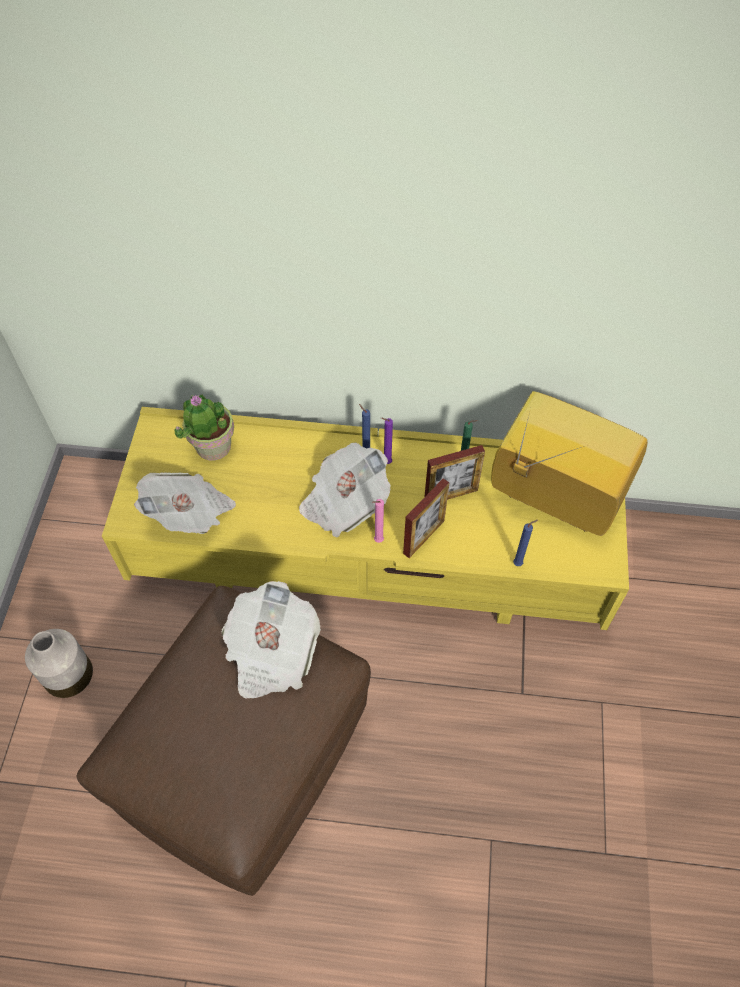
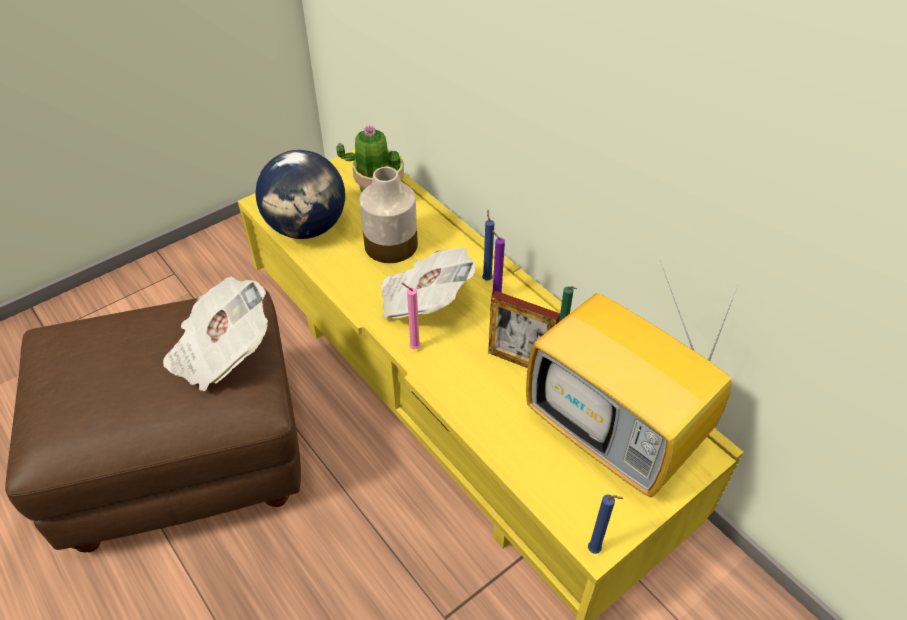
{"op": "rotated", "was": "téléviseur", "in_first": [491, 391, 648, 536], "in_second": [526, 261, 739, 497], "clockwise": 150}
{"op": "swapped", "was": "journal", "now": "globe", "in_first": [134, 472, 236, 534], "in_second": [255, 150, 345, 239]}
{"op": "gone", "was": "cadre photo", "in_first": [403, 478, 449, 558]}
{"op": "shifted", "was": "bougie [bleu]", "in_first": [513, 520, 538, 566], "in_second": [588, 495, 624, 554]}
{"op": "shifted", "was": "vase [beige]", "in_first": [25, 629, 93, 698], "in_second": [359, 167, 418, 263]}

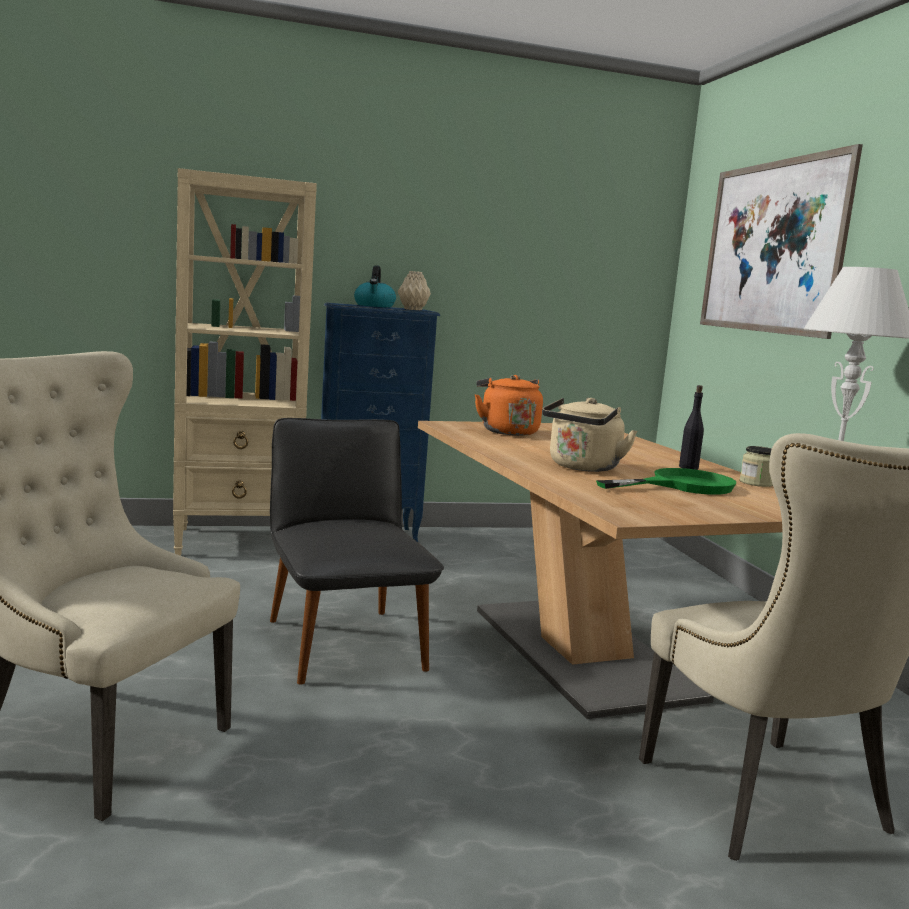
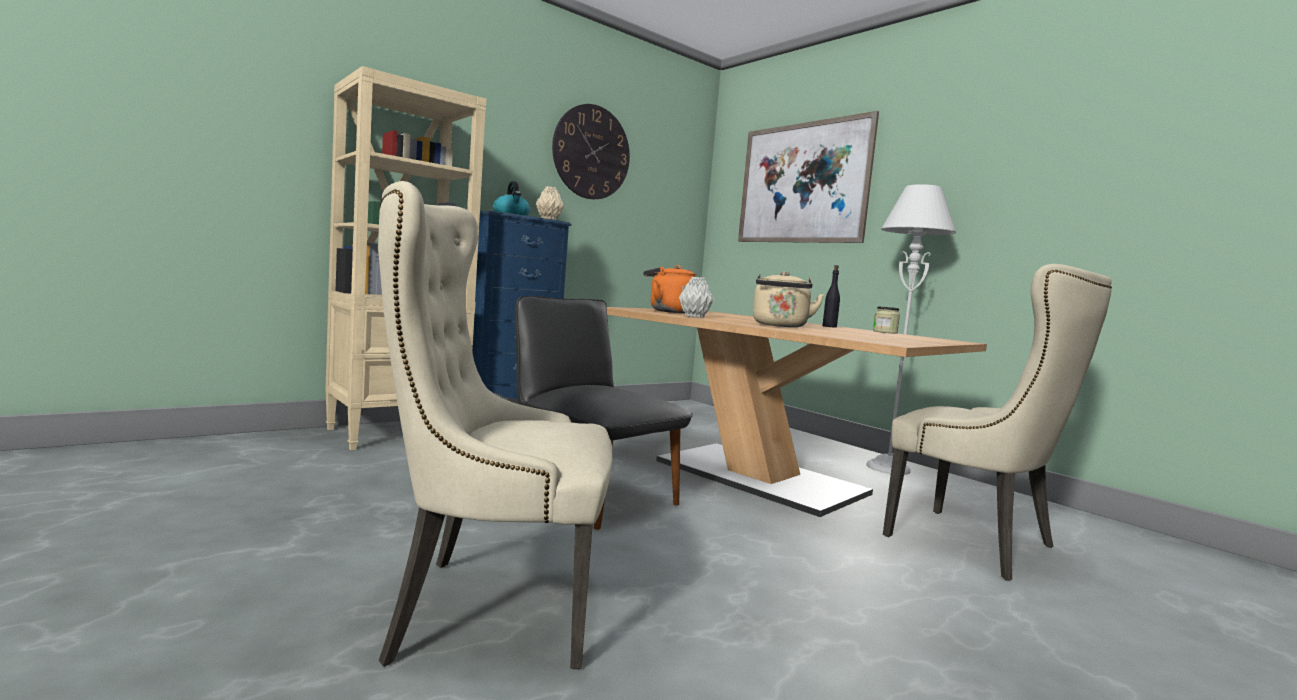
{"op": "gone", "was": "poêle [vert]", "in_first": [596, 468, 736, 495]}
{"op": "new", "now": "horloge murale", "in_second": [552, 104, 630, 199]}
{"op": "new", "now": "vase [gris]", "in_second": [679, 277, 714, 318]}

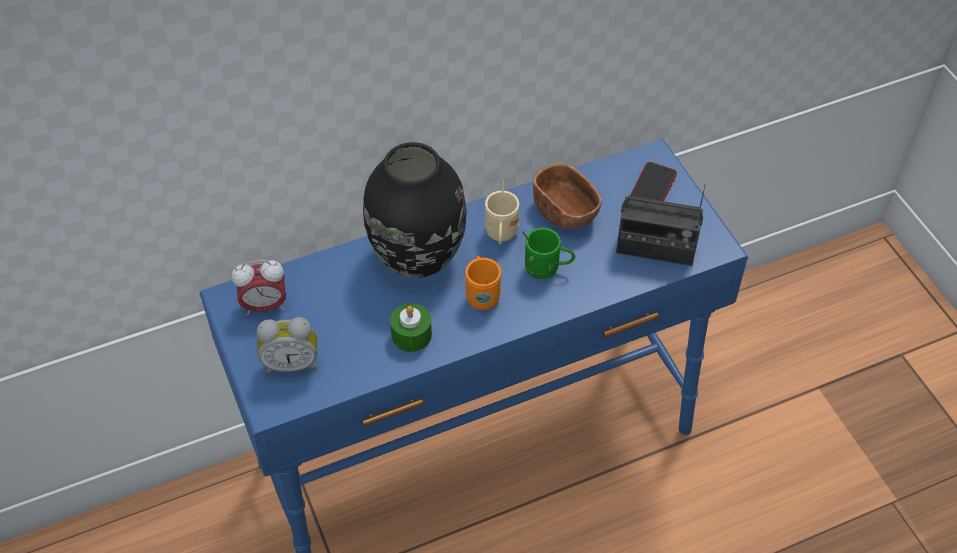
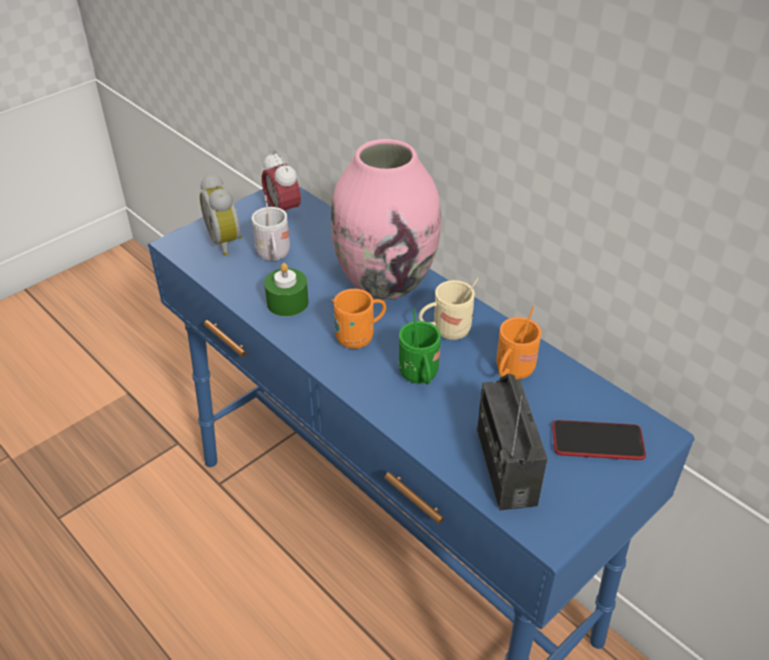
{"op": "repainted", "was": "vase [noir]", "now": "vase [rose]", "in_first": [363, 142, 467, 278], "in_second": [331, 139, 441, 300]}
{"op": "swapped", "was": "bol [marron]", "now": "mug [orange]", "in_first": [533, 163, 602, 229], "in_second": [496, 306, 542, 379]}
{"op": "new", "now": "mug [blanc]", "in_second": [252, 195, 290, 261]}

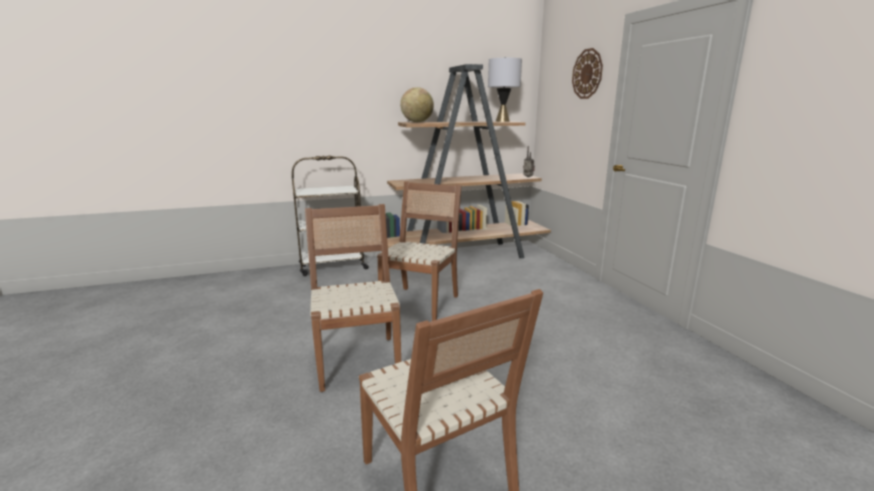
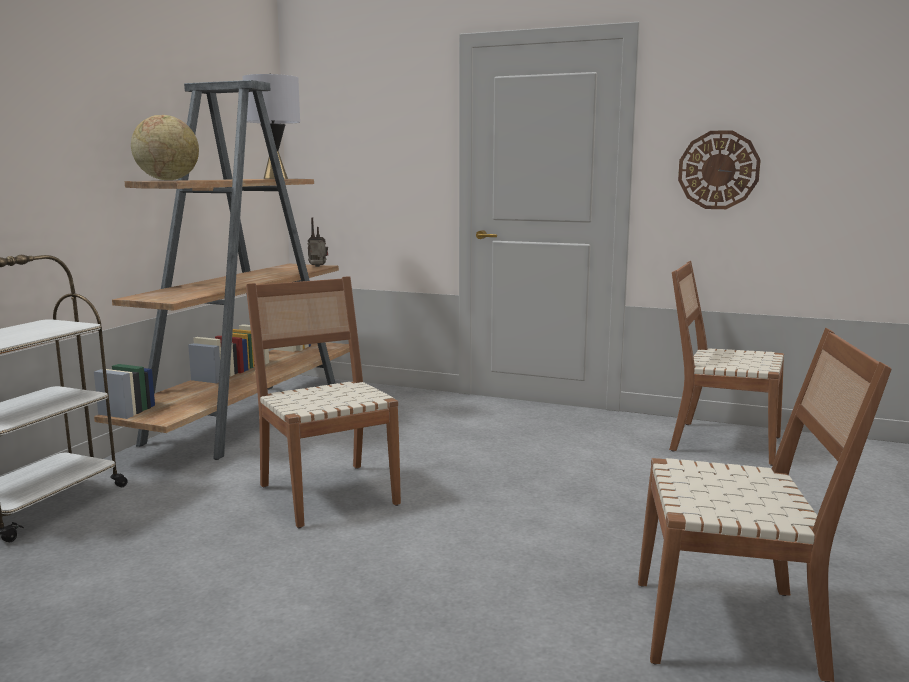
{"op": "shifted", "was": "horloge murale", "in_first": [572, 48, 603, 99], "in_second": [678, 130, 761, 209]}
{"op": "shifted", "was": "chaise", "in_first": [305, 204, 401, 392], "in_second": [669, 261, 784, 466]}

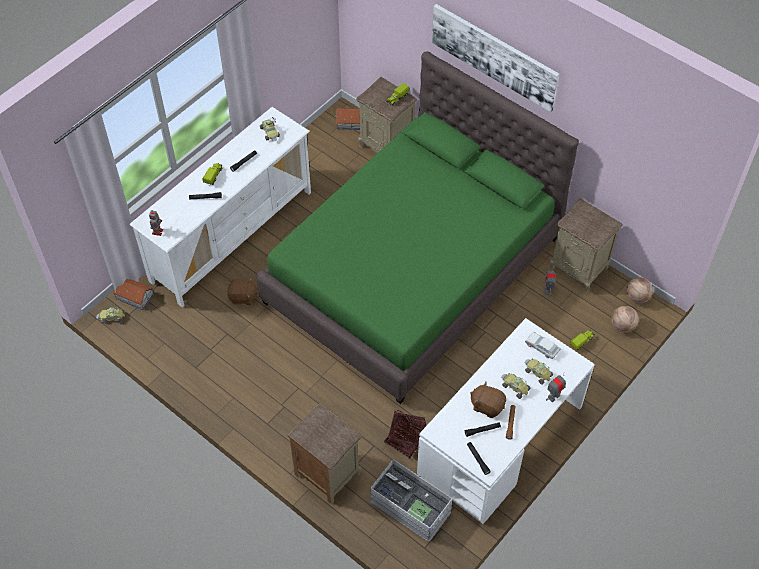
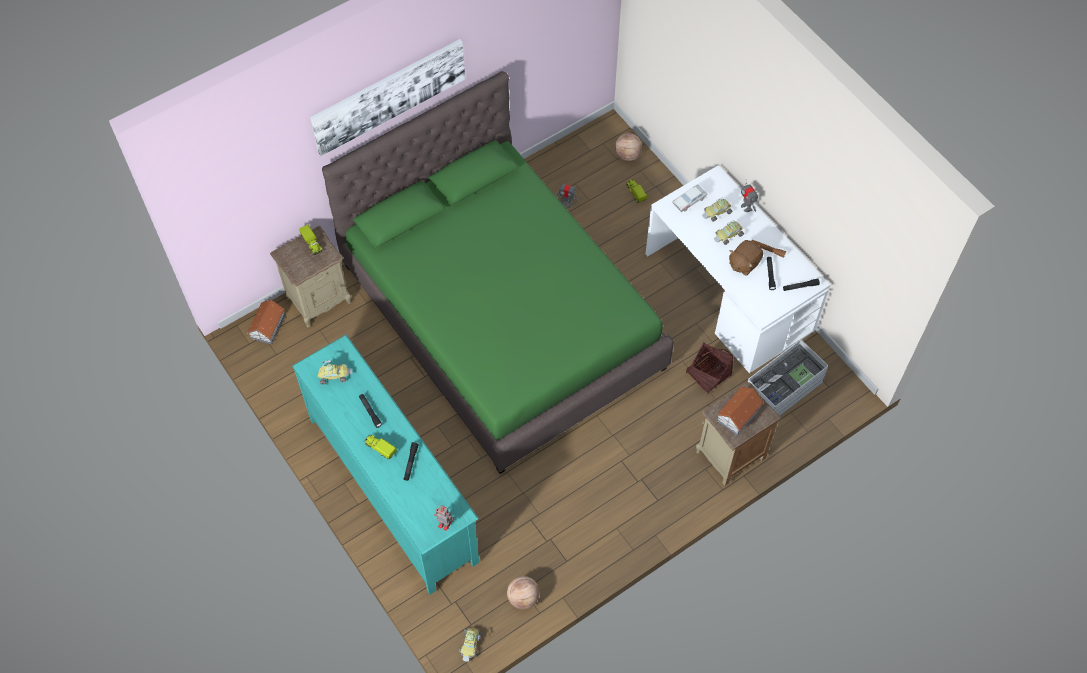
{"op": "repainted", "was": "commode [blanc]", "now": "commode [turquoise]", "in_first": [130, 107, 311, 307], "in_second": [292, 335, 479, 595]}
{"op": "gone", "was": "table de chevet [beige]", "in_first": [550, 198, 623, 293]}
{"op": "gone", "was": "peluche [marron]", "in_first": [227, 277, 259, 305]}
{"op": "shifted", "was": "ballon de basket", "in_first": [626, 277, 653, 304], "in_second": [507, 576, 540, 609]}
{"op": "shifted", "was": "maison miniature", "in_first": [113, 279, 154, 310], "in_second": [717, 387, 764, 435]}

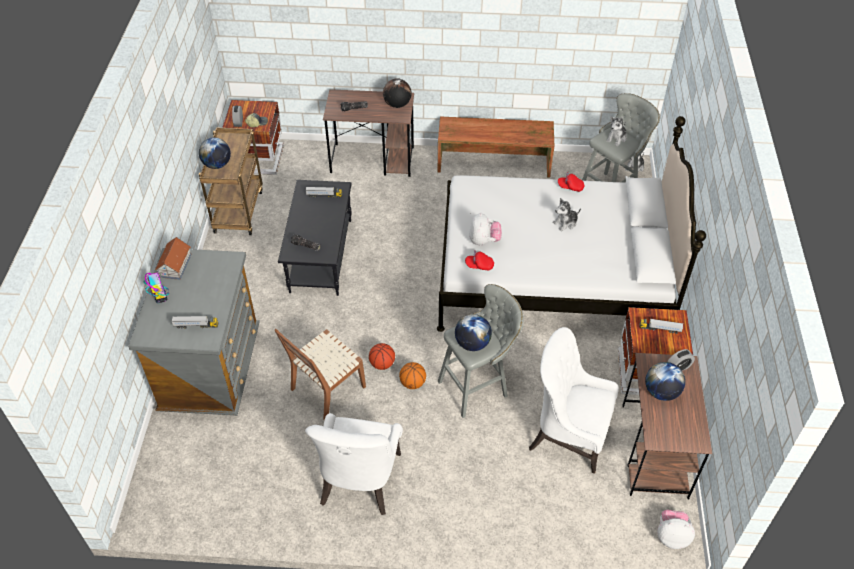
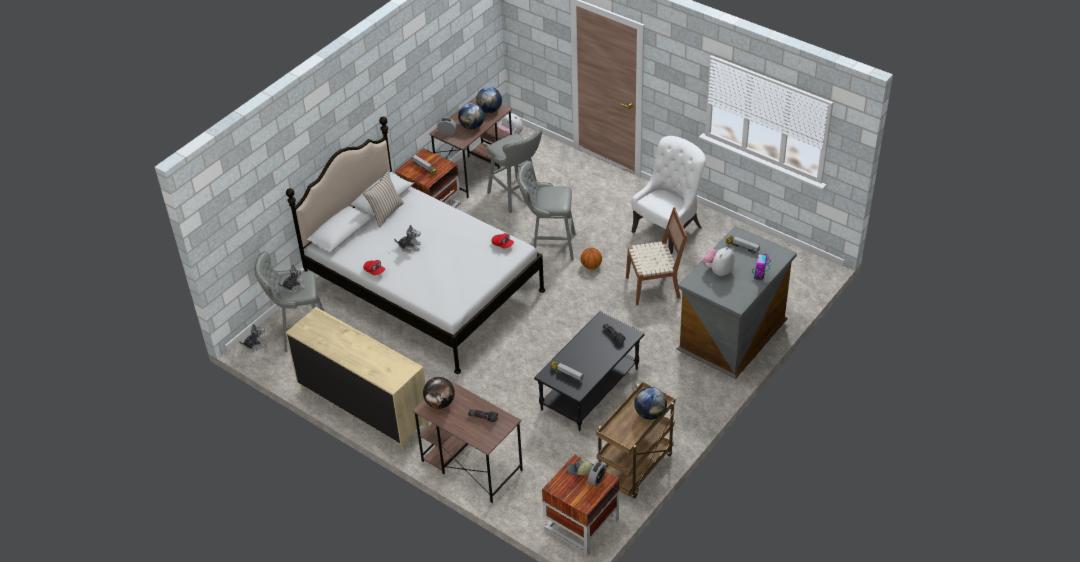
{"op": "swapped", "was": "banc [marron]", "now": "commode [beige]", "in_first": [438, 117, 554, 178], "in_second": [286, 307, 429, 451]}
{"op": "shifted", "was": "peluche", "in_first": [469, 212, 502, 246], "in_second": [703, 247, 735, 276]}
{"op": "gone", "was": "maison miniature", "in_first": [155, 237, 192, 280]}
{"op": "shifted", "was": "globe", "in_first": [455, 314, 492, 351], "in_second": [476, 87, 502, 113]}
{"op": "swapped", "was": "chaise [blanc]", "now": "tabouret [gris]", "in_first": [529, 327, 619, 474], "in_second": [487, 128, 542, 213]}
{"op": "gone", "was": "ballon de basket", "in_first": [369, 343, 395, 370]}
{"op": "new", "now": "coussin [beige]", "in_second": [363, 170, 404, 228]}

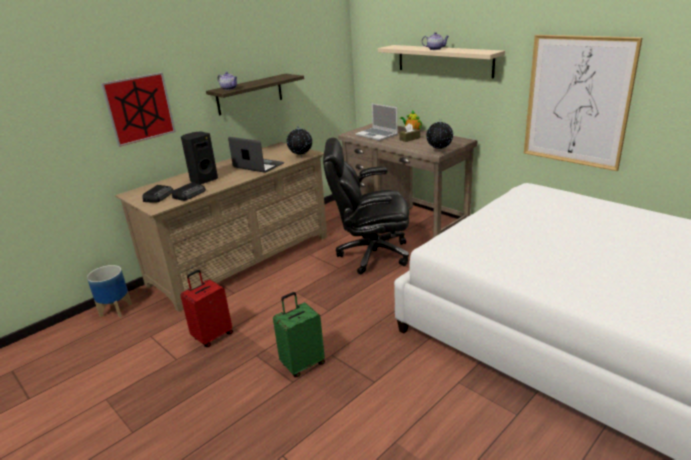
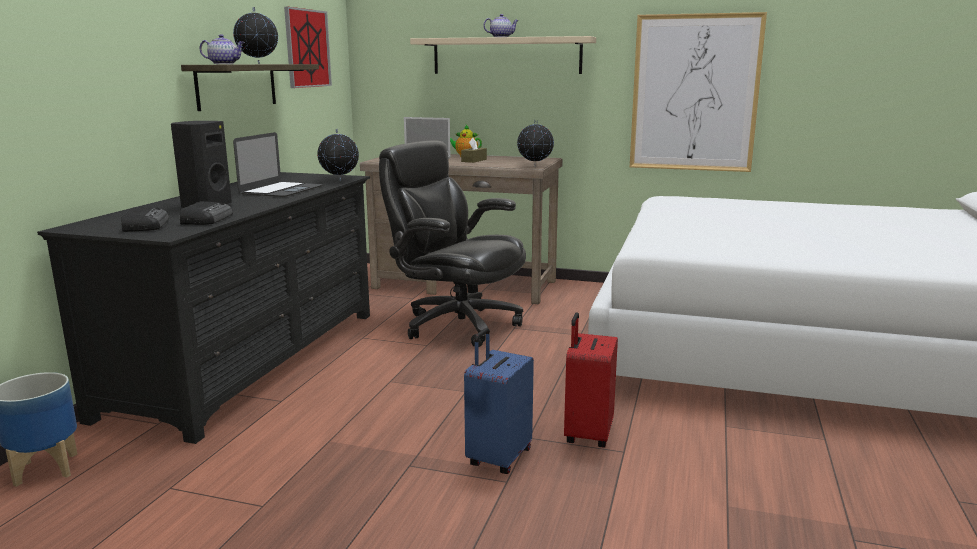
{"op": "shifted", "was": "tableau", "in_first": [101, 72, 176, 147], "in_second": [284, 7, 332, 88]}
{"op": "rotated", "was": "ordinateur portable", "in_first": [228, 137, 284, 173], "in_second": [233, 132, 323, 197], "clockwise": 105}
{"op": "rotated", "was": "chaise de bureau [noir]", "in_first": [323, 138, 409, 274], "in_second": [379, 140, 526, 347], "clockwise": 60}
{"op": "repainted", "was": "commode [beige]", "now": "commode [noir]", "in_first": [115, 142, 327, 312], "in_second": [37, 172, 370, 444]}
{"op": "shifted", "was": "valise [rouge]", "in_first": [180, 270, 233, 347], "in_second": [564, 312, 618, 447]}
{"op": "repainted", "was": "valise [vert]", "now": "valise [bleu]", "in_first": [273, 292, 325, 377], "in_second": [464, 328, 534, 474]}
{"op": "new", "now": "globe", "in_second": [233, 7, 279, 64]}

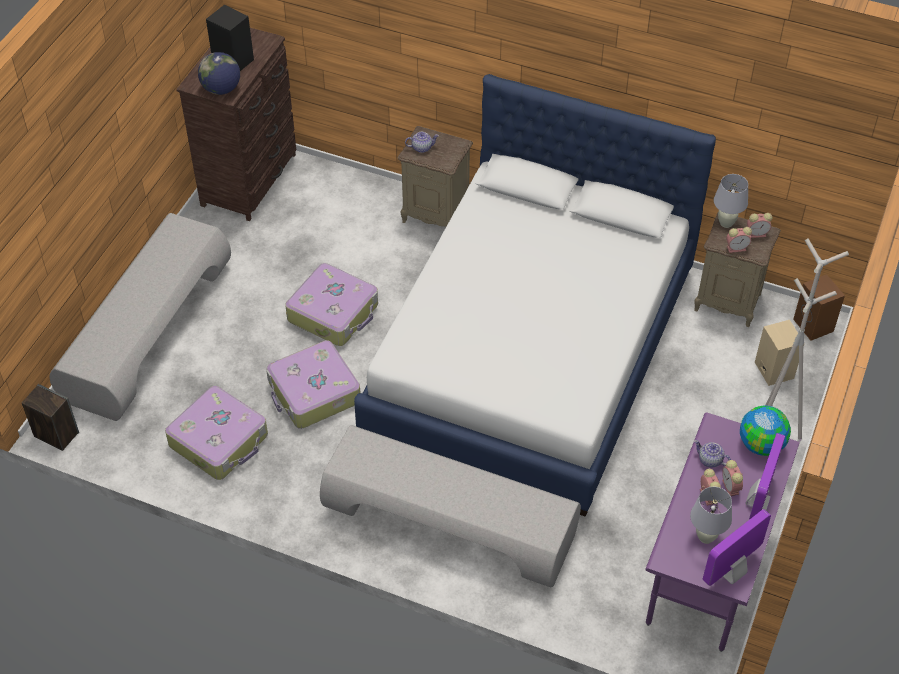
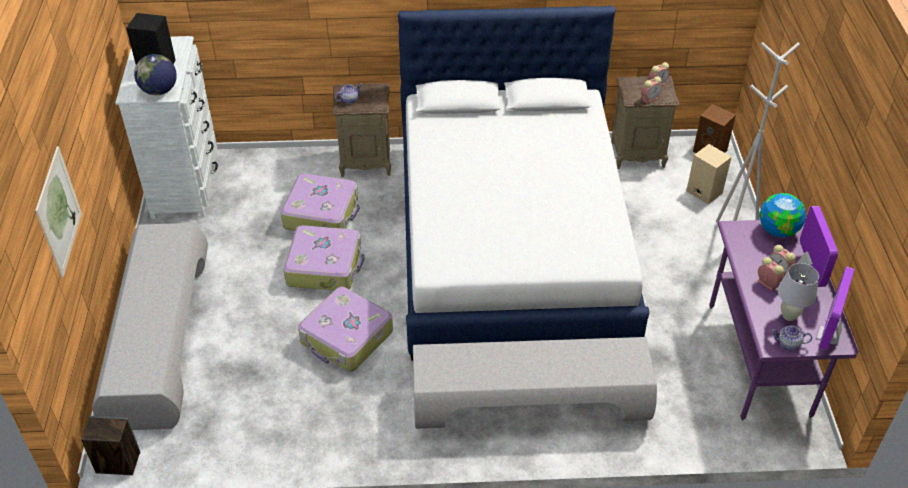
{"op": "repainted", "was": "commode [marron]", "now": "commode [blanc]", "in_first": [176, 28, 296, 221], "in_second": [115, 36, 218, 219]}
{"op": "gone", "was": "lampe de table [blanc]", "in_first": [714, 174, 748, 228]}
{"op": "shifted", "was": "valise", "in_first": [165, 386, 268, 480], "in_second": [281, 173, 360, 231]}
{"op": "shifted", "was": "théière", "in_first": [694, 440, 731, 467], "in_second": [772, 326, 812, 350]}
{"op": "new", "now": "tableau", "in_second": [35, 146, 82, 278]}

